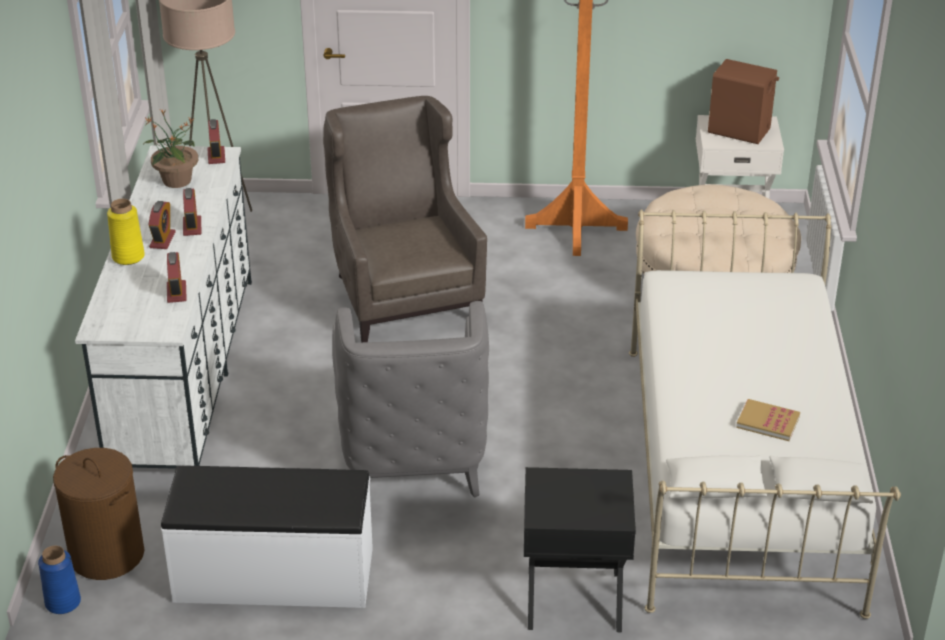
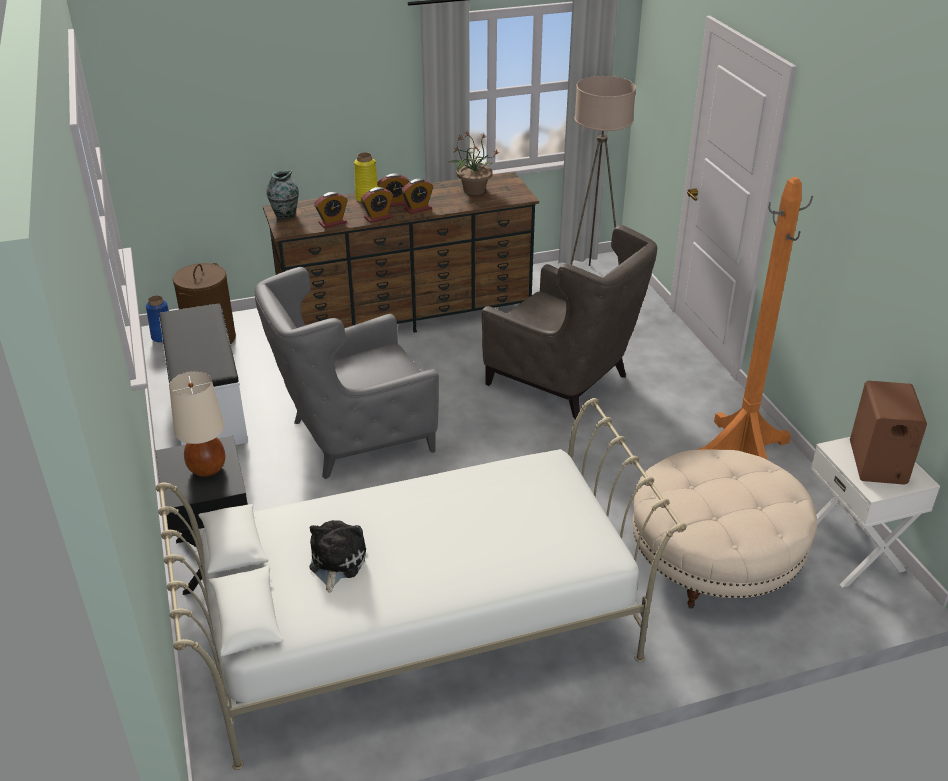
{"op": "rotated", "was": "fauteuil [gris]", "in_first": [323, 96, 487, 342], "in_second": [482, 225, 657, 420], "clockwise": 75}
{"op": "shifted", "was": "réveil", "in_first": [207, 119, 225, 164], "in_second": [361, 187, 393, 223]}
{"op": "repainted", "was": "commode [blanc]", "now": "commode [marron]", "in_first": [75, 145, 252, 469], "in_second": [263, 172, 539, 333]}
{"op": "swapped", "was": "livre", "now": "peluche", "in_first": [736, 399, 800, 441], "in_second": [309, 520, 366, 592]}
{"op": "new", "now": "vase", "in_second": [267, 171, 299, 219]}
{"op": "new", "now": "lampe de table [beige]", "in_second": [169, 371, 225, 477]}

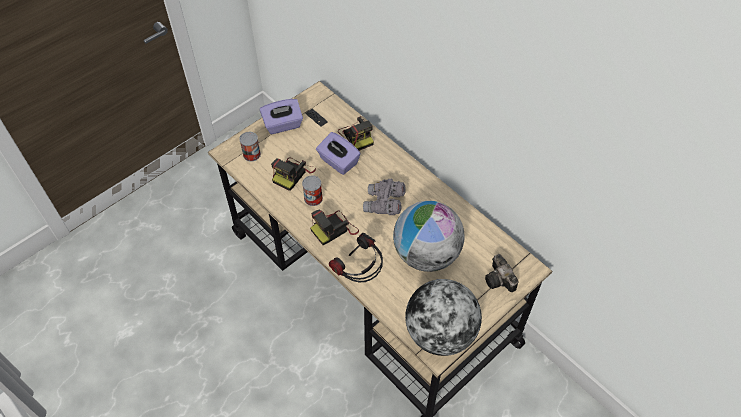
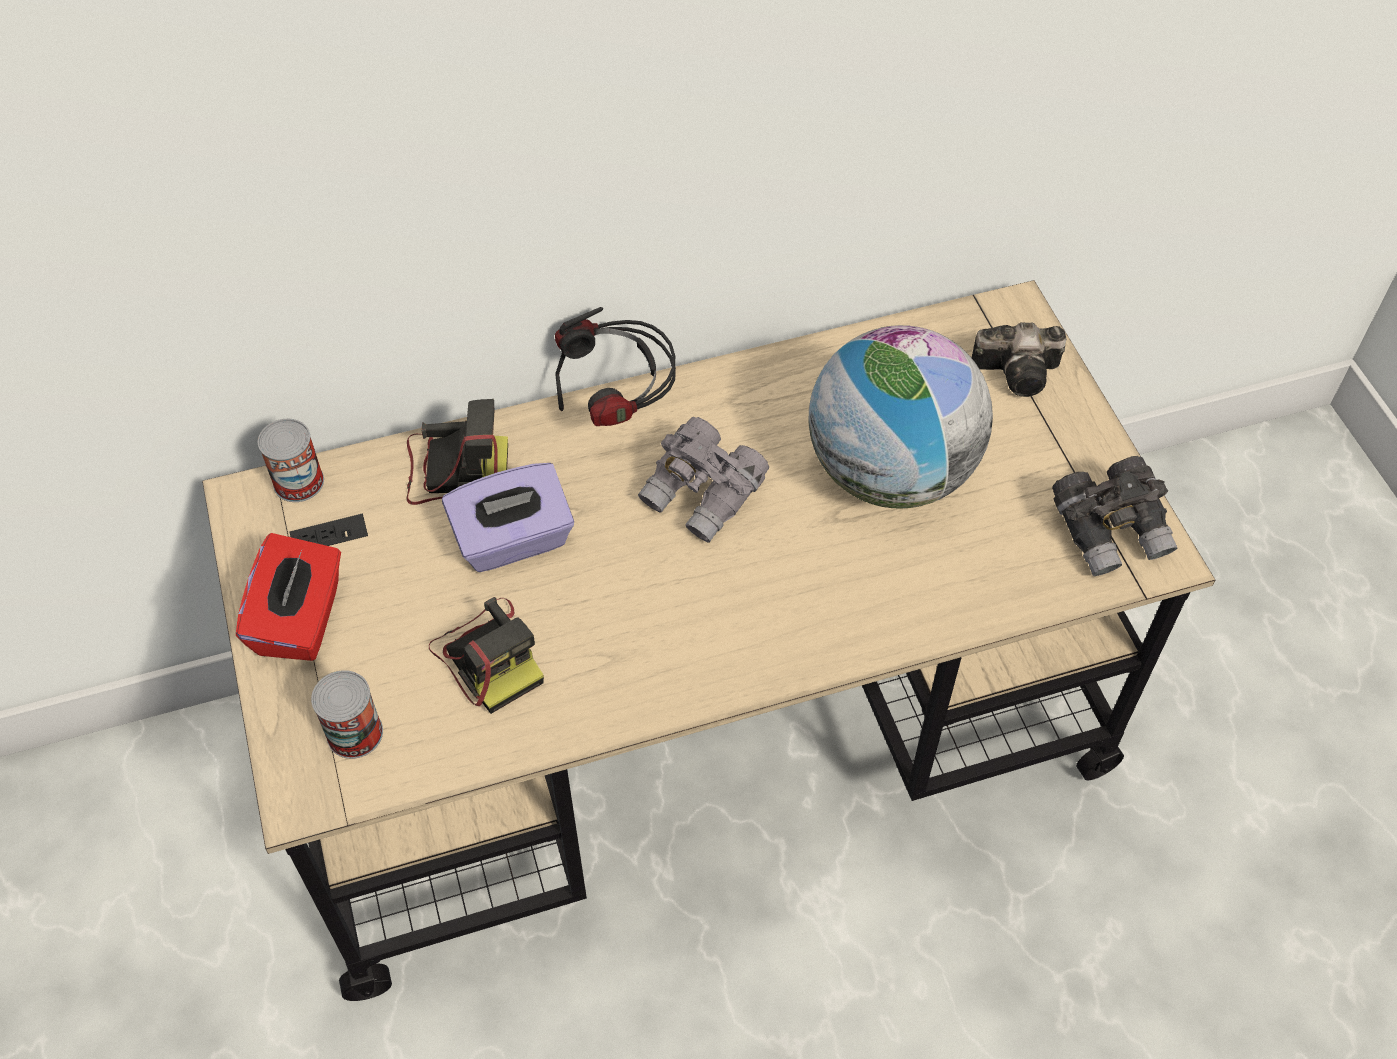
{"op": "repainted", "was": "boîte à mouchoirs [violet]", "now": "boîte à mouchoirs [rouge]", "in_first": [260, 99, 303, 134], "in_second": [236, 533, 341, 661]}
{"op": "shifted", "was": "boîte métallique", "in_first": [302, 175, 323, 206], "in_second": [258, 419, 324, 502]}
{"op": "gone", "was": "appareil photo", "in_first": [310, 209, 359, 245]}
{"op": "shifted", "was": "casque audio", "in_first": [329, 233, 383, 283], "in_second": [555, 307, 676, 426]}
{"op": "swapped", "was": "globe", "now": "jumelles [gris]", "in_first": [405, 279, 482, 356], "in_second": [1052, 456, 1177, 576]}

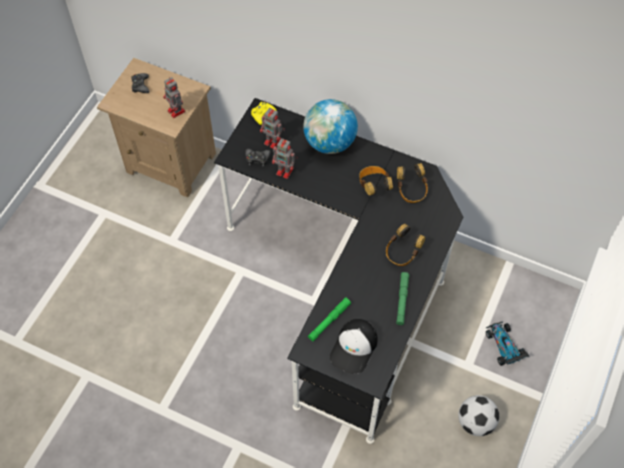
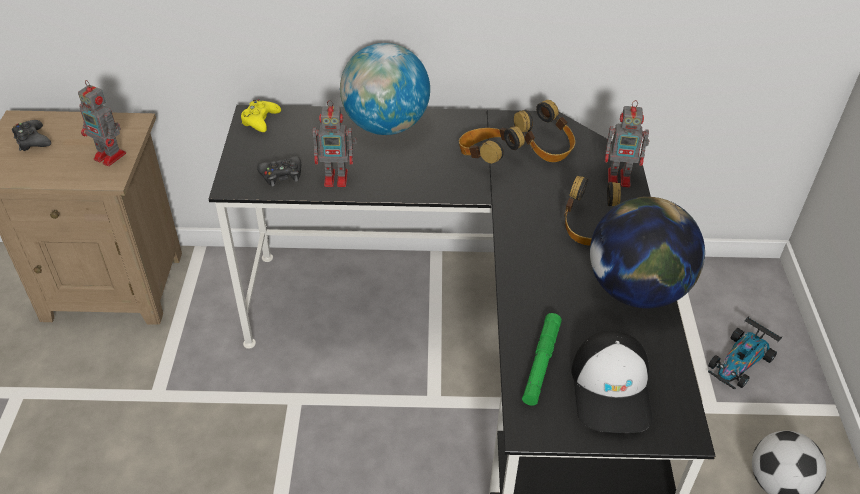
{"op": "shifted", "was": "robot jouet", "in_first": [260, 108, 285, 149], "in_second": [605, 100, 649, 187]}
{"op": "swapped", "was": "lampe de poche [vert]", "now": "globe", "in_first": [396, 272, 409, 325], "in_second": [590, 197, 705, 309]}
{"op": "rotated", "was": "petite voiture", "in_first": [486, 321, 529, 366], "in_second": [708, 316, 782, 389], "clockwise": -90}

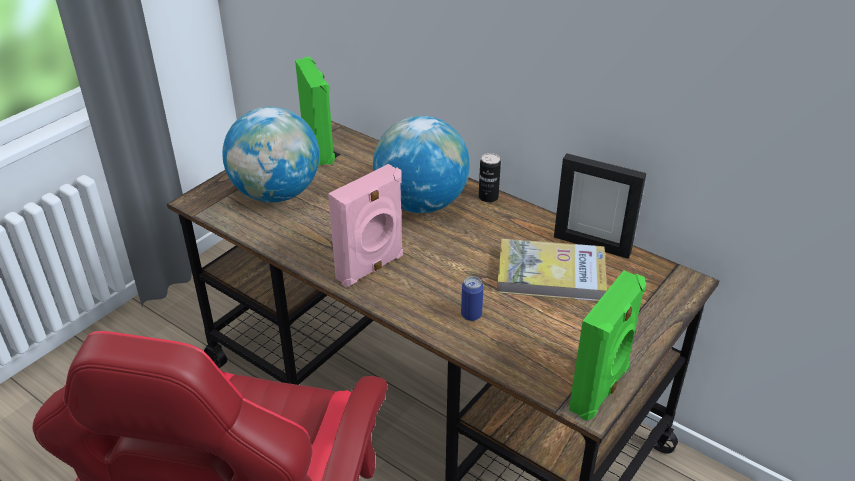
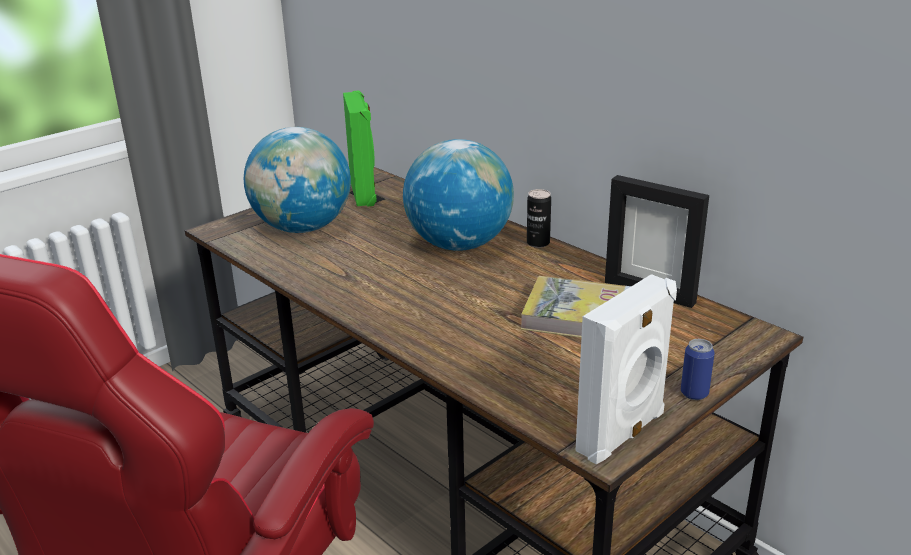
{"op": "gone", "was": "enceinte [rose]", "in_first": [328, 164, 403, 288]}
{"op": "repainted", "was": "enceinte [vert]", "now": "enceinte [blanc]", "in_first": [569, 271, 646, 421], "in_second": [575, 274, 677, 464]}
{"op": "shifted", "was": "boîte métallique", "in_first": [461, 276, 484, 321], "in_second": [681, 339, 715, 400]}

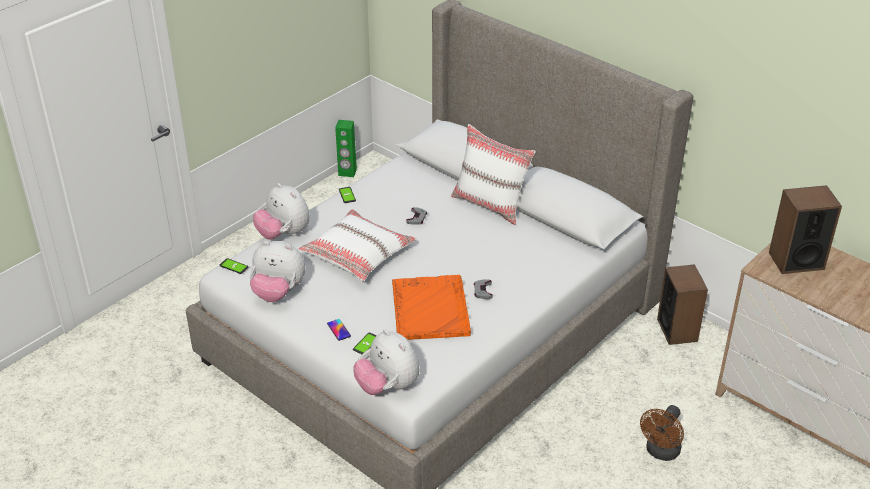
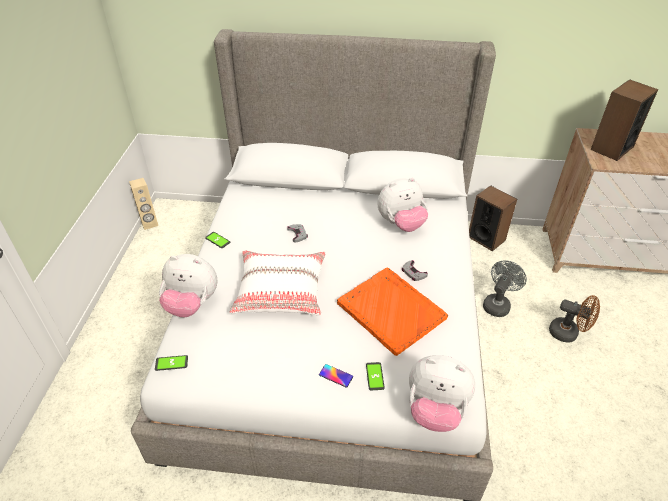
{"op": "repainted", "was": "enceinte [vert]", "now": "enceinte [beige]", "in_first": [335, 120, 357, 177], "in_second": [129, 178, 158, 230]}
{"op": "gone", "was": "coussin [blanc]", "in_first": [451, 124, 536, 225]}
{"op": "shifted", "was": "peluche", "in_first": [250, 241, 305, 302], "in_second": [377, 178, 428, 232]}
{"op": "rotated", "was": "ventilateur [marron]", "in_first": [640, 405, 684, 461], "in_second": [549, 295, 600, 343], "clockwise": -60}
{"op": "new", "now": "ventilateur [gris]", "in_second": [483, 260, 527, 317]}

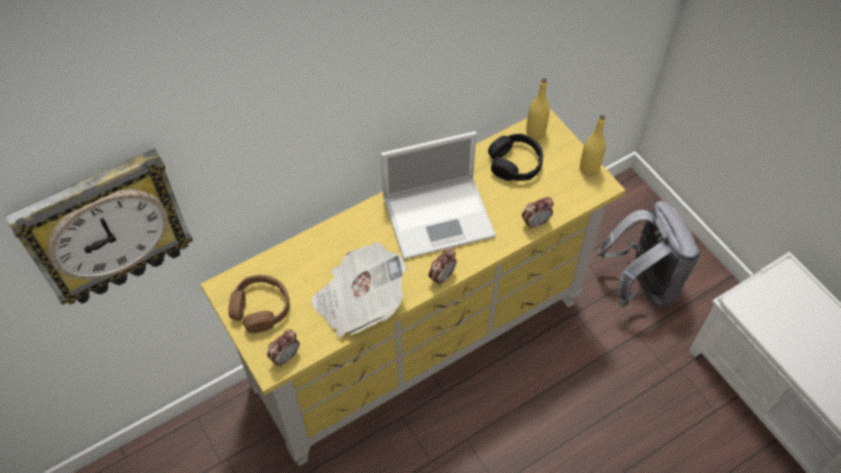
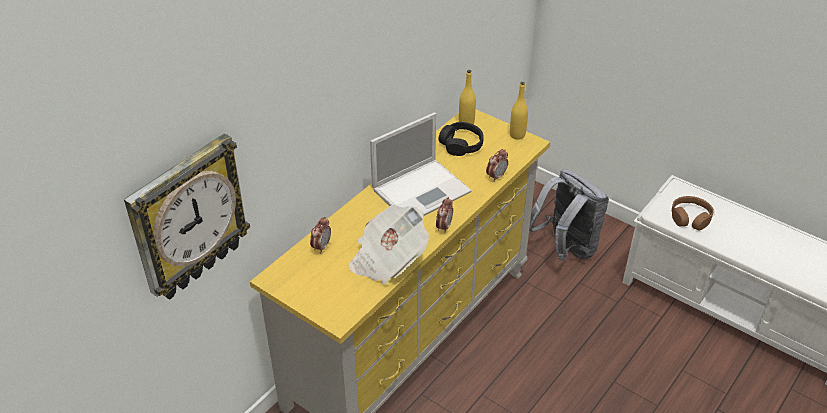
{"op": "shifted", "was": "casque audio [marron]", "in_first": [228, 275, 289, 333], "in_second": [672, 196, 714, 230]}
{"op": "shifted", "was": "réveil", "in_first": [267, 329, 300, 367], "in_second": [310, 217, 331, 253]}

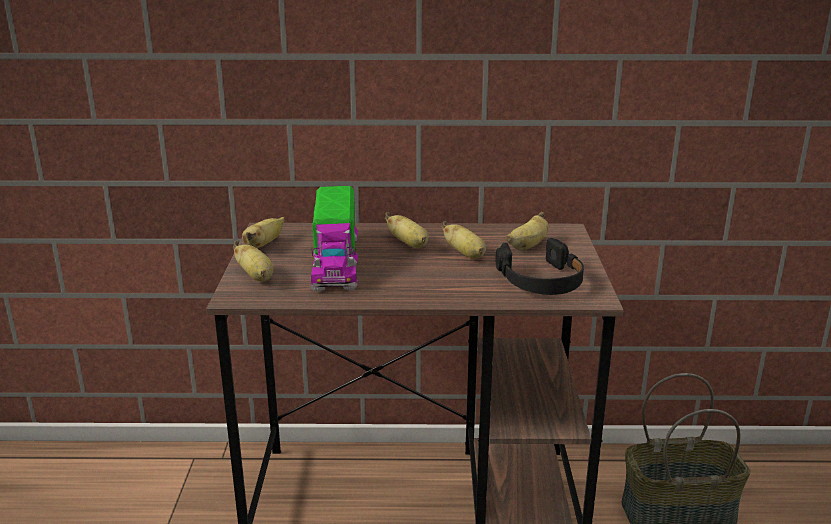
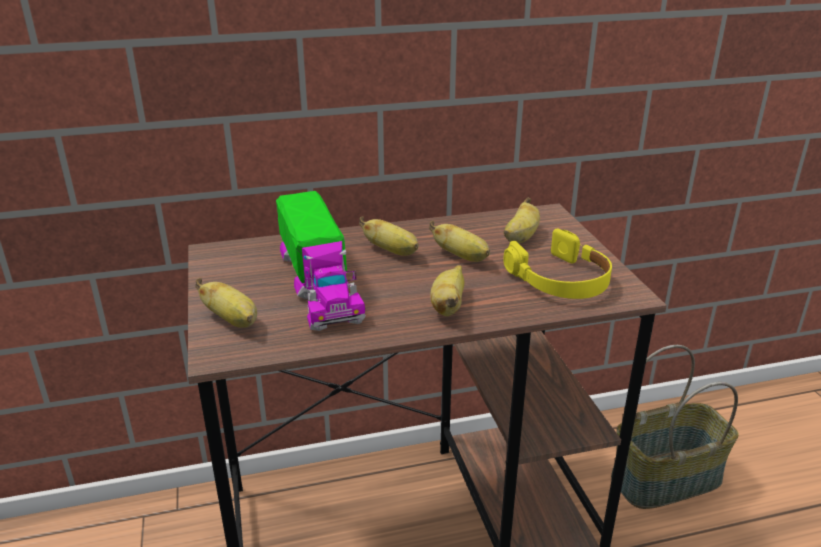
{"op": "shifted", "was": "banane", "in_first": [242, 217, 285, 248], "in_second": [430, 265, 464, 316]}
{"op": "repainted", "was": "casque audio [noir]", "now": "casque audio [jaune]", "in_first": [496, 238, 584, 295], "in_second": [503, 229, 612, 299]}

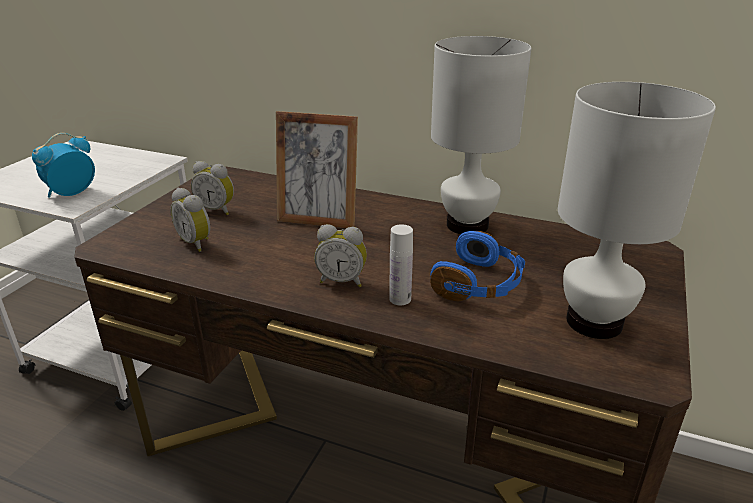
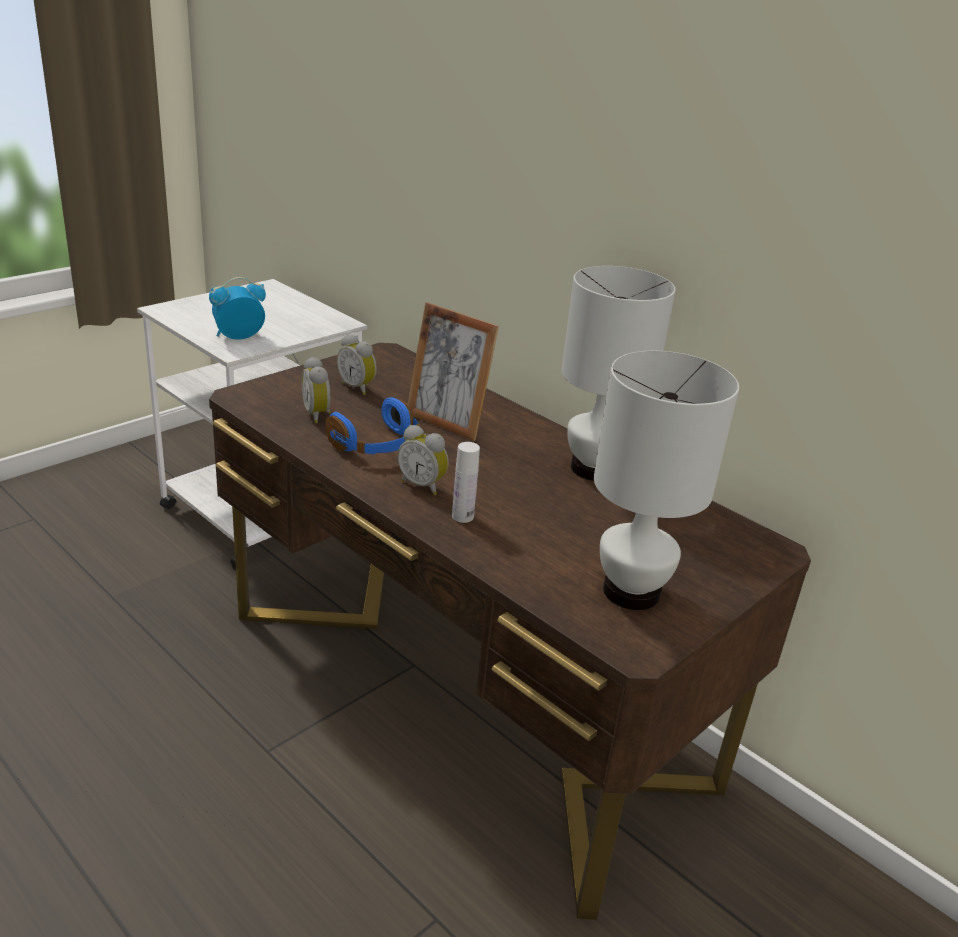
{"op": "shifted", "was": "casque audio [bleu]", "in_first": [430, 231, 525, 301], "in_second": [325, 398, 420, 454]}

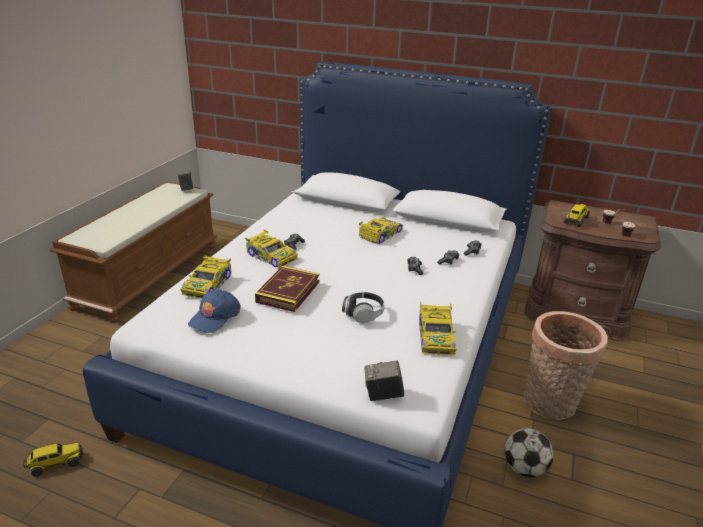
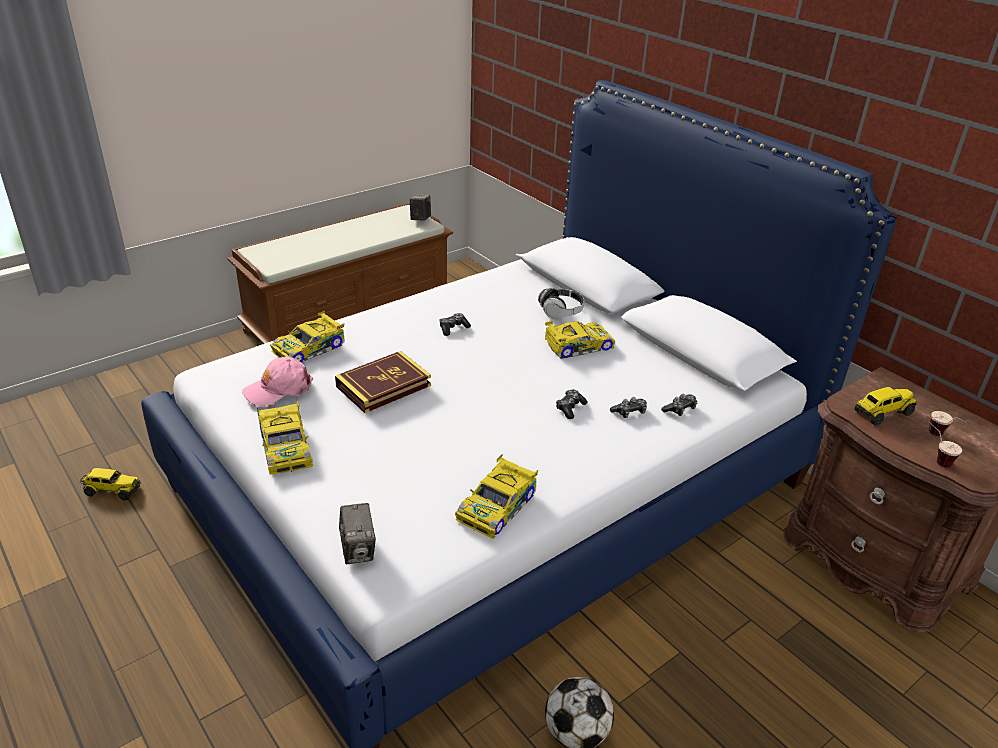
{"op": "shifted", "was": "petite voiture", "in_first": [245, 230, 298, 268], "in_second": [257, 401, 313, 475]}
{"op": "repainted", "was": "casquette [bleu]", "now": "casquette [rose]", "in_first": [188, 289, 241, 333], "in_second": [242, 356, 313, 406]}
{"op": "shifted", "was": "casque audio", "in_first": [342, 292, 384, 323], "in_second": [538, 288, 584, 319]}
{"op": "gone", "was": "panier", "in_first": [524, 311, 608, 420]}
{"op": "rotated", "was": "appareil photo", "in_first": [364, 360, 404, 401], "in_second": [339, 503, 376, 564], "clockwise": -135}

